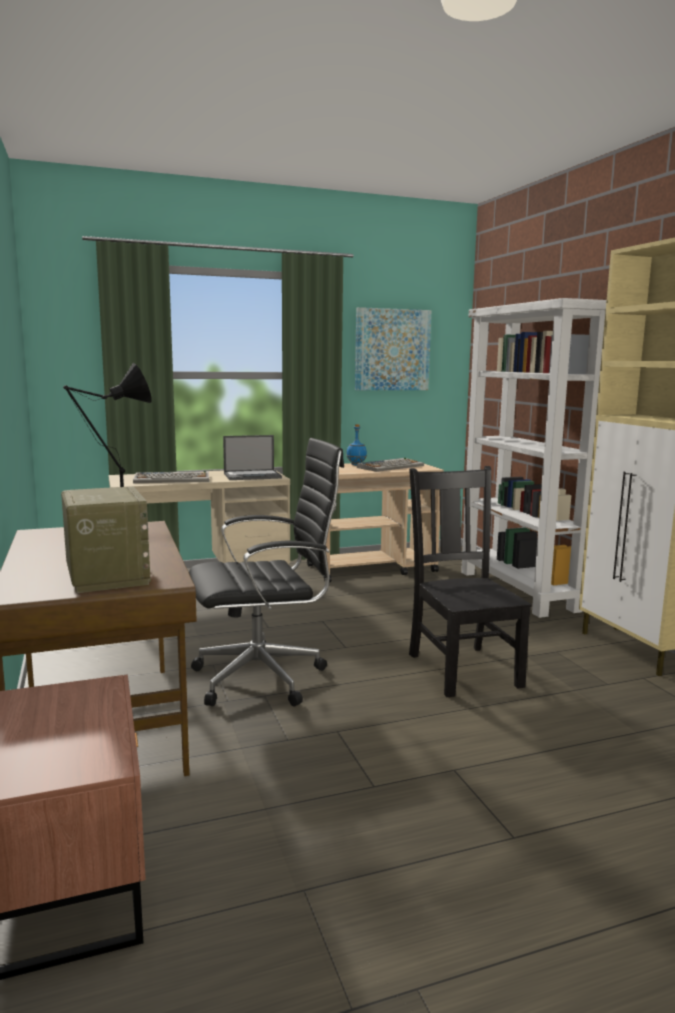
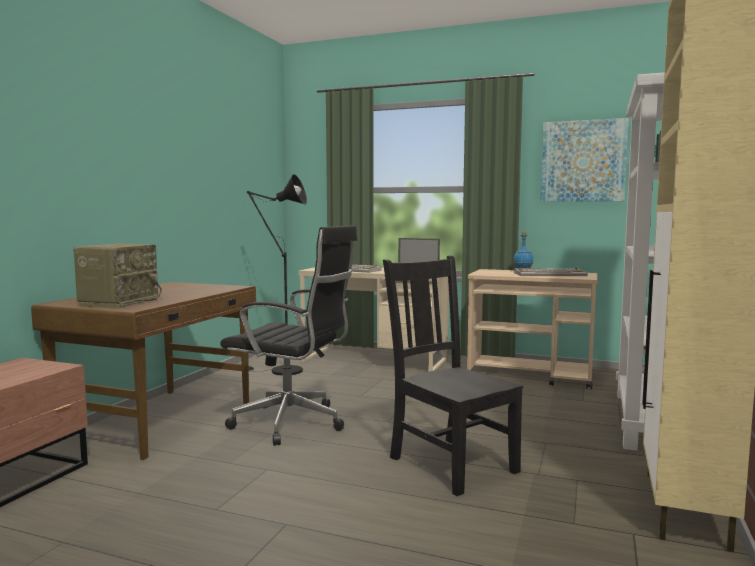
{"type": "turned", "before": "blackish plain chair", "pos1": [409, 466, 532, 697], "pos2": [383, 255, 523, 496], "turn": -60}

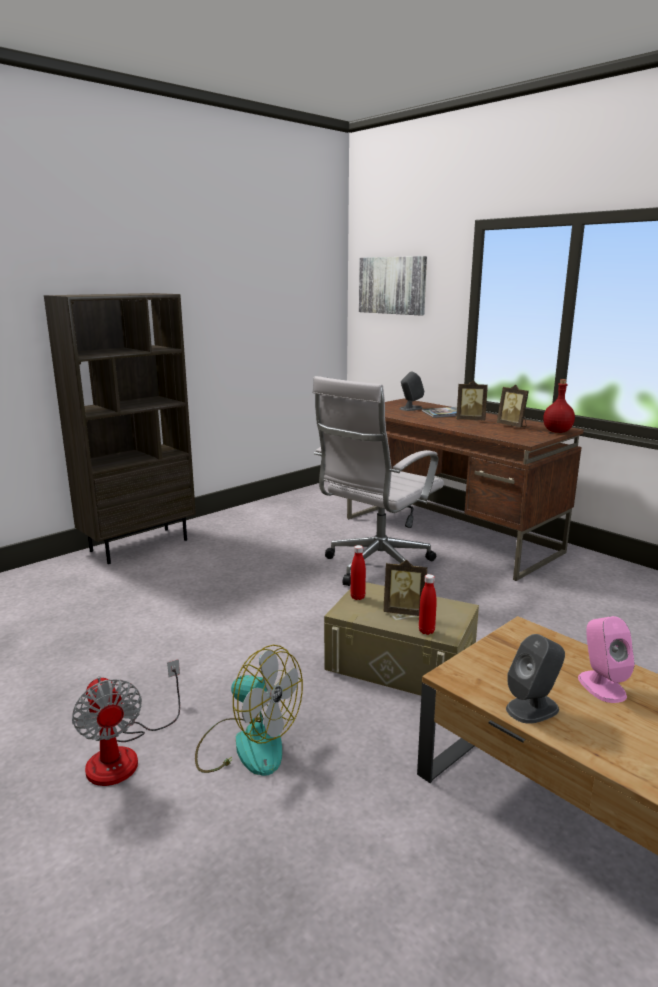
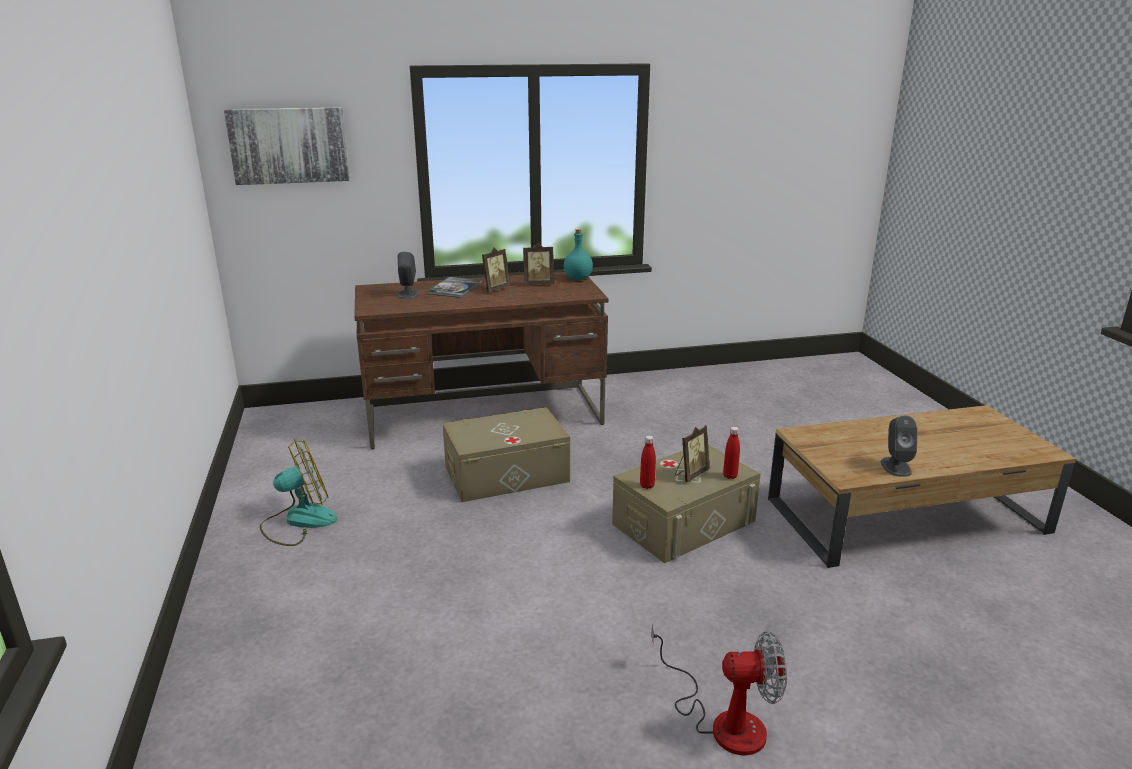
{"type": "removed", "before": "brown bookshelf", "pos1": [44, 293, 196, 564]}
{"type": "removed", "before": "pink loudspeaker", "pos1": [578, 616, 635, 703]}
{"type": "moved", "before": "cooling fan", "pos1": [195, 645, 303, 776], "pos2": [260, 439, 337, 546]}
{"type": "replaced", "before": "white-coloured desk chair", "after": "sand-coloured storage container", "pos1": [312, 376, 444, 586], "pos2": [443, 407, 570, 502]}
{"type": "recoloured", "before": "red drink bottle", "after": "turquoise drink bottle", "pos1": [543, 379, 575, 433], "pos2": [564, 229, 593, 280]}

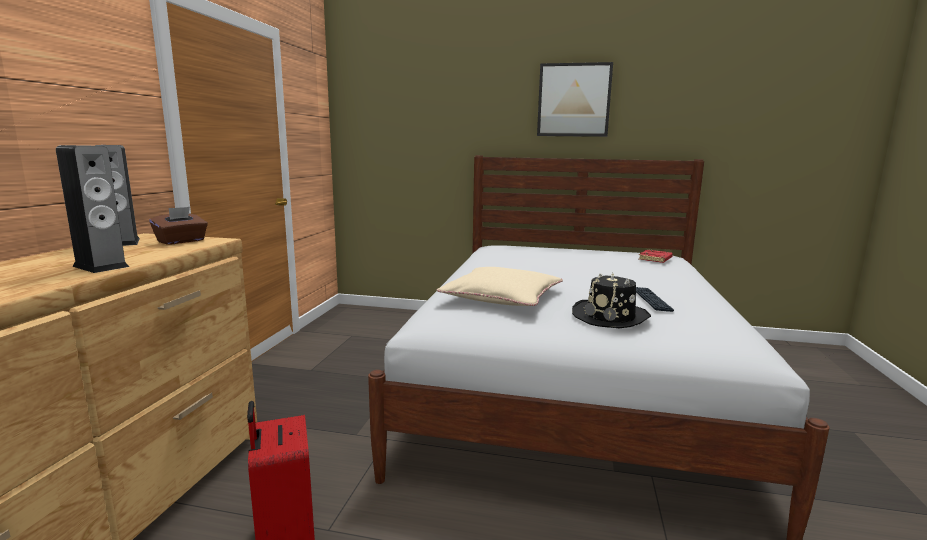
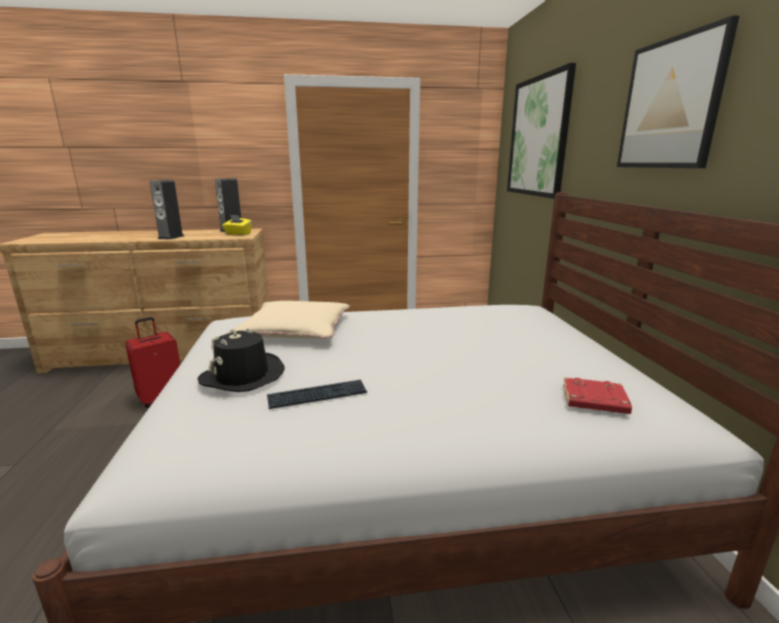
{"type": "added", "after": "wall picture", "pos2": [507, 63, 576, 199]}
{"type": "recoloured", "before": "brown tissue holder", "after": "yellowish tissue holder", "pos1": [149, 207, 208, 245], "pos2": [222, 215, 252, 236]}

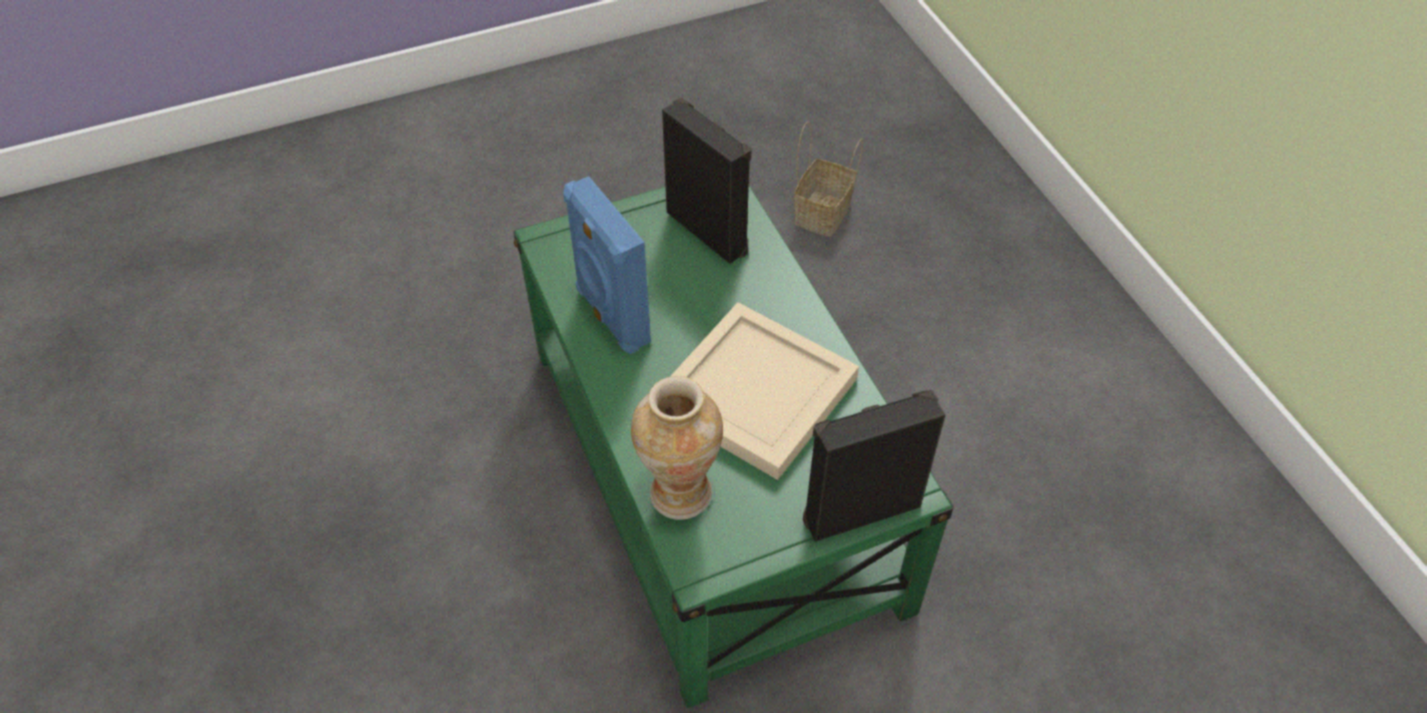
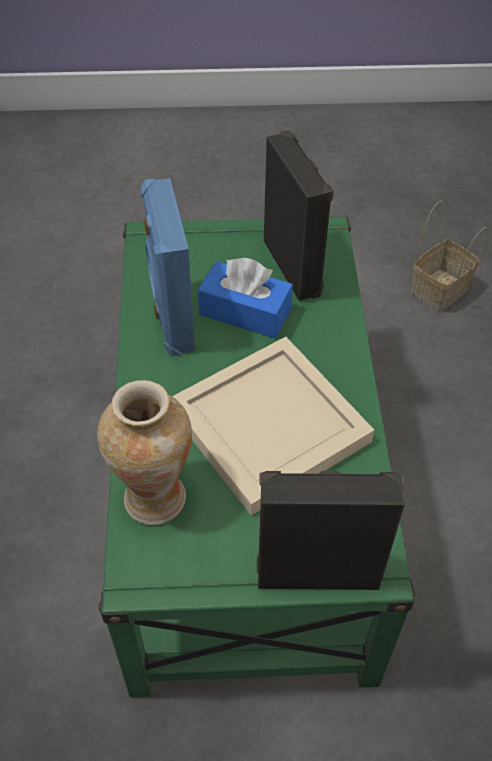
{"type": "added", "after": "bluish tissue holder", "pos2": [198, 258, 293, 338]}

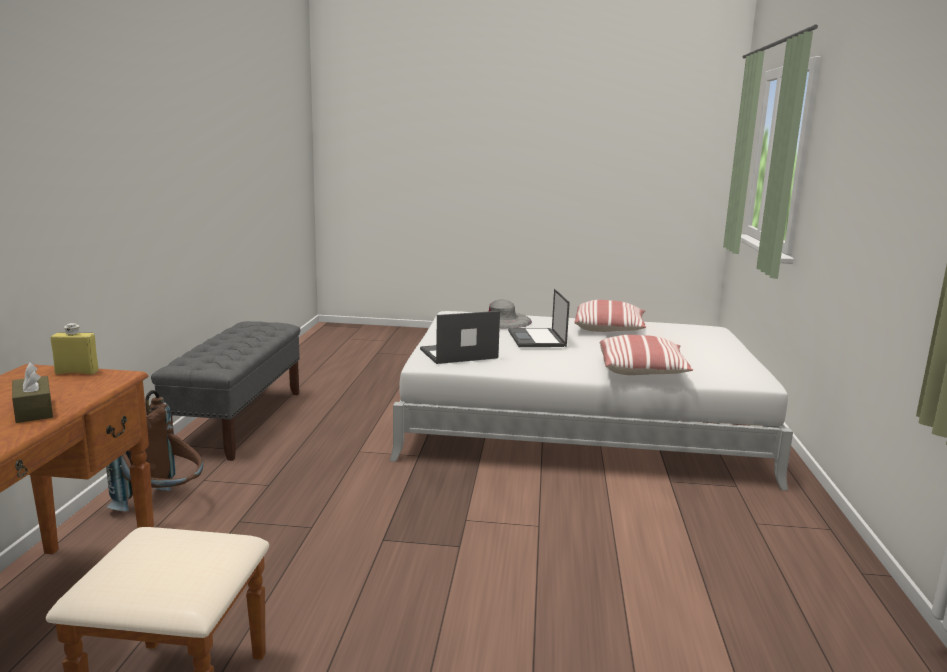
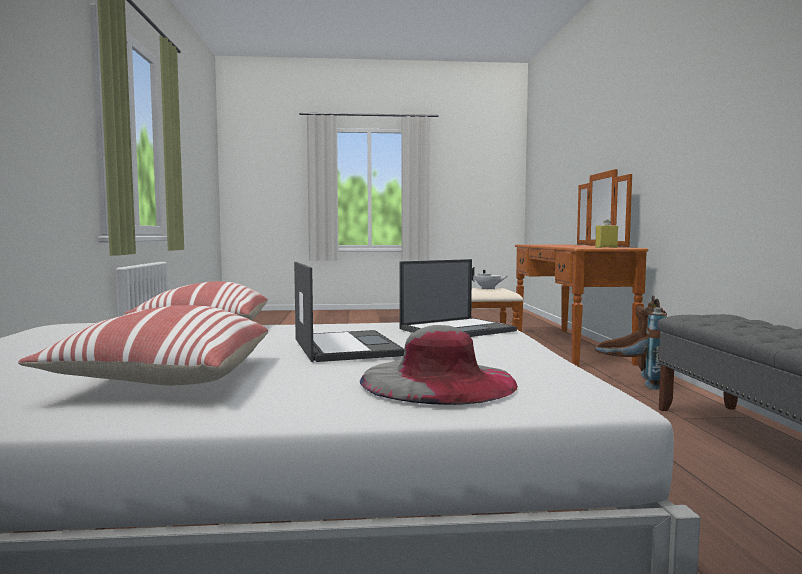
{"type": "removed", "before": "brown tissue holder", "pos1": [12, 362, 53, 423]}
{"type": "added", "after": "white-coloured tea pot", "pos2": [472, 266, 508, 290]}

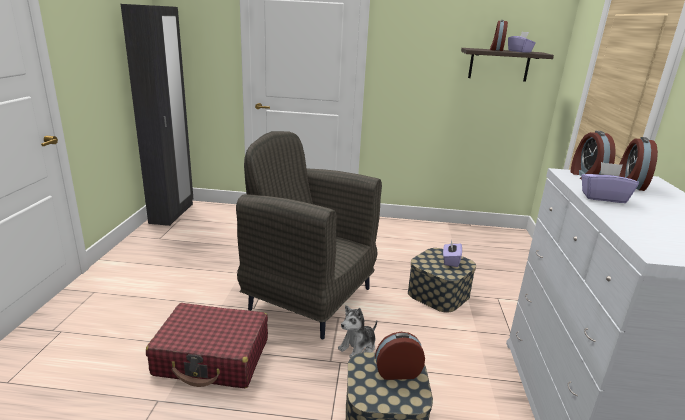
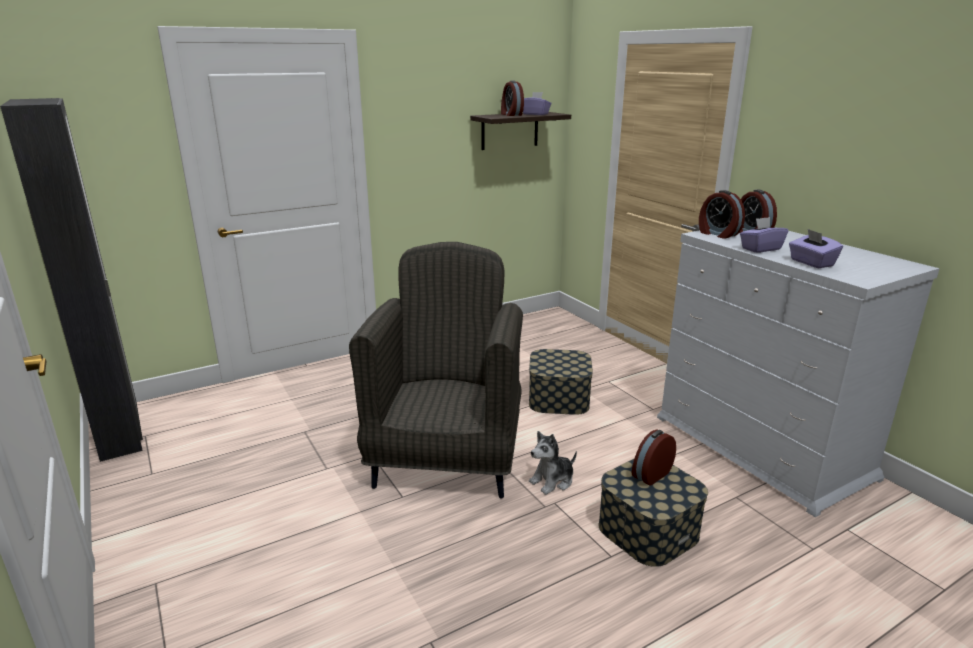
{"type": "removed", "before": "red suitcase", "pos1": [146, 303, 268, 388]}
{"type": "moved", "before": "purplish tissue holder", "pos1": [443, 240, 462, 267], "pos2": [789, 229, 843, 268]}
{"type": "turned", "before": "grey lounge chair", "pos1": [236, 131, 382, 339], "pos2": [349, 242, 523, 499], "turn": 105}
{"type": "turned", "before": "plush toy", "pos1": [338, 305, 377, 358], "pos2": [529, 431, 577, 495], "turn": 45}

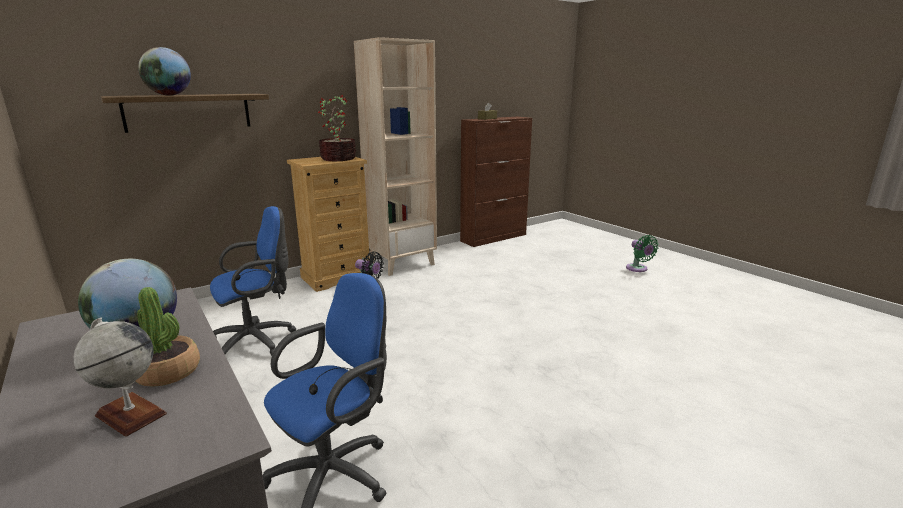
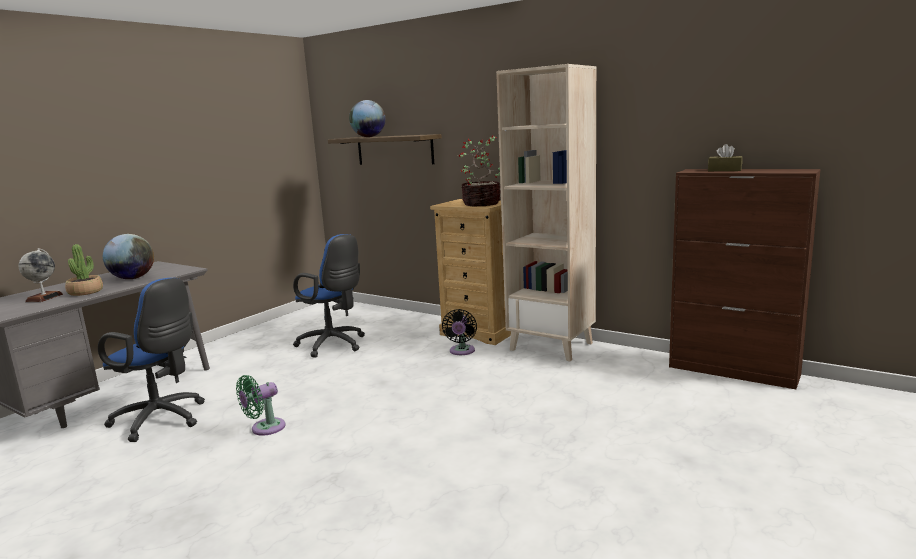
{"type": "moved", "before": "green-coloured cooling fan", "pos1": [626, 235, 659, 272], "pos2": [236, 375, 285, 436]}

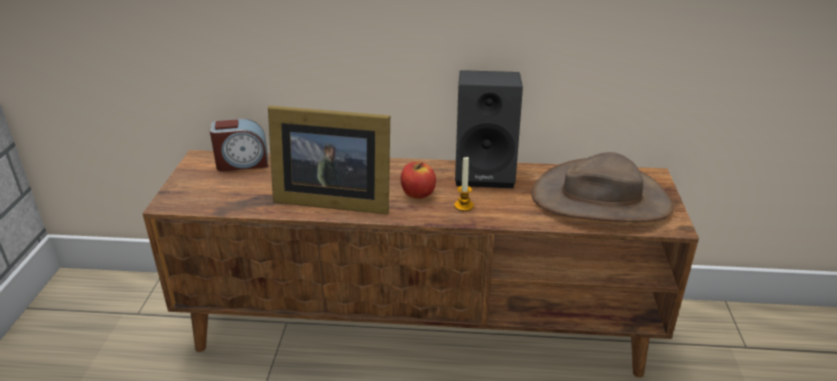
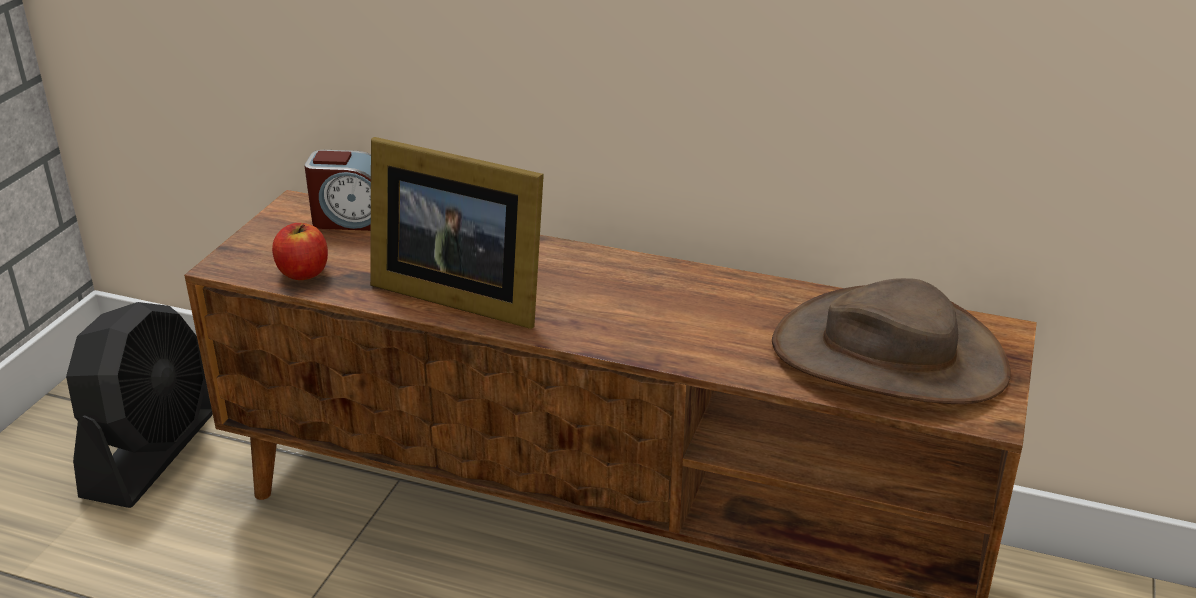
{"type": "removed", "before": "candle", "pos1": [454, 157, 474, 211]}
{"type": "removed", "before": "blackish loudspeaker", "pos1": [455, 70, 523, 188]}
{"type": "added", "after": "blackish cooling fan", "pos2": [66, 302, 213, 508]}
{"type": "moved", "before": "apple fruit", "pos1": [401, 162, 436, 199], "pos2": [272, 223, 328, 280]}

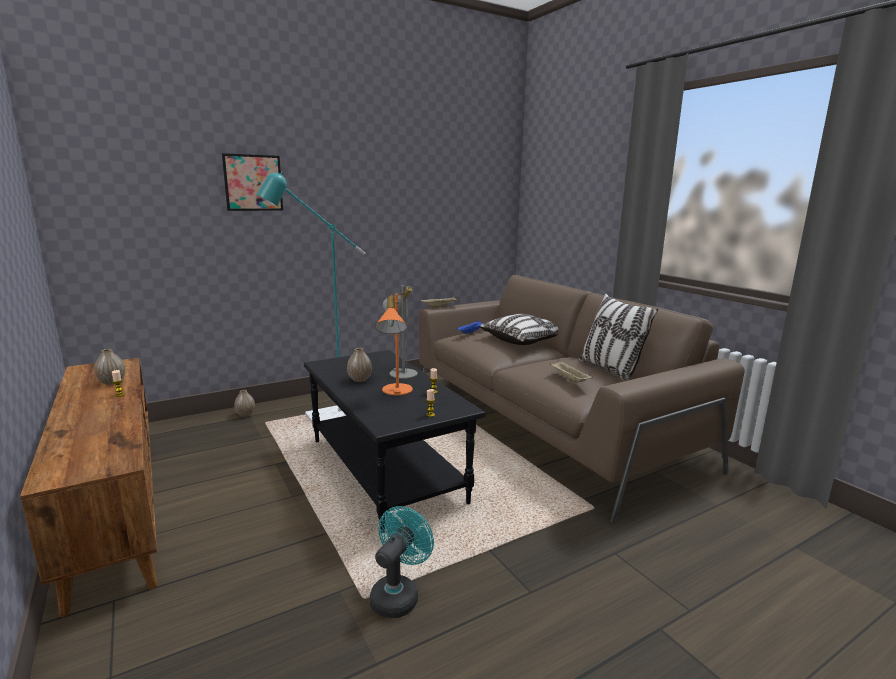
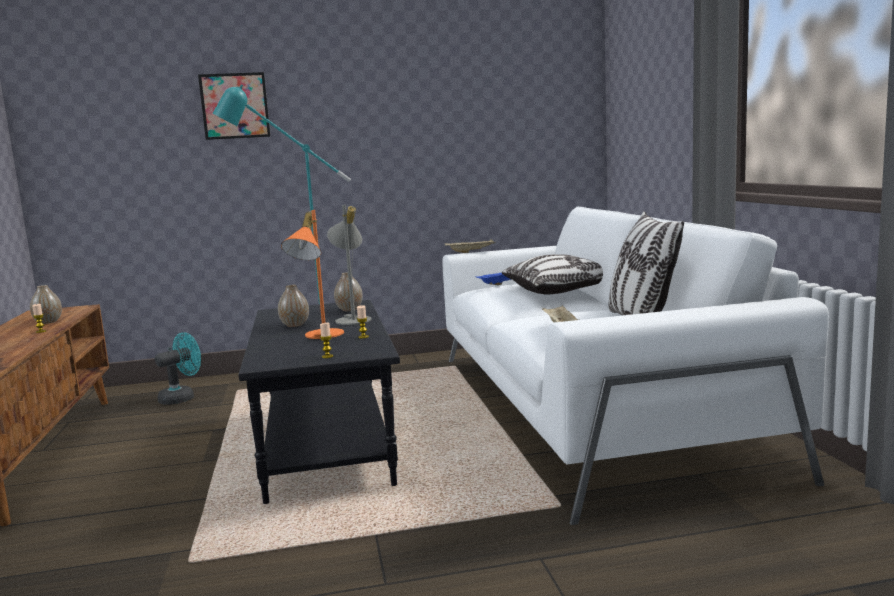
{"type": "moved", "before": "vase", "pos1": [234, 390, 255, 417], "pos2": [334, 272, 363, 311]}
{"type": "moved", "before": "turquoise cooling fan", "pos1": [370, 506, 434, 618], "pos2": [155, 332, 201, 405]}
{"type": "recoloured", "before": "brown sofa", "after": "white-coloured sofa", "pos1": [419, 275, 744, 523], "pos2": [442, 207, 829, 525]}

